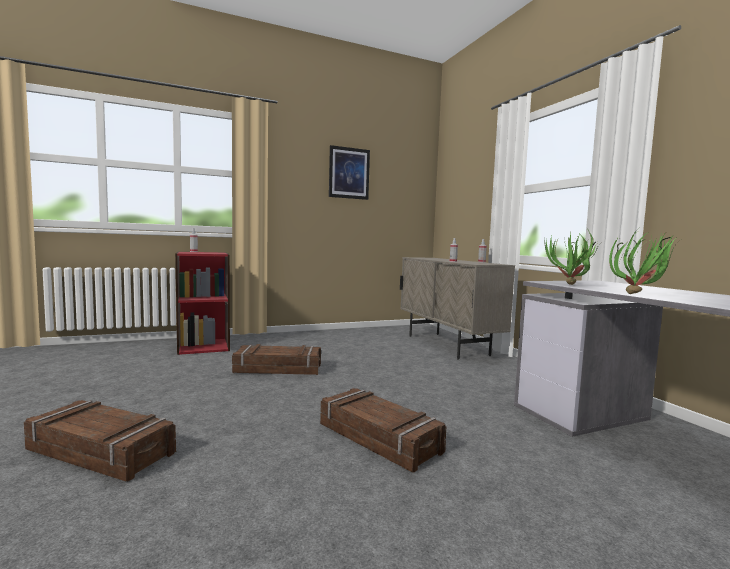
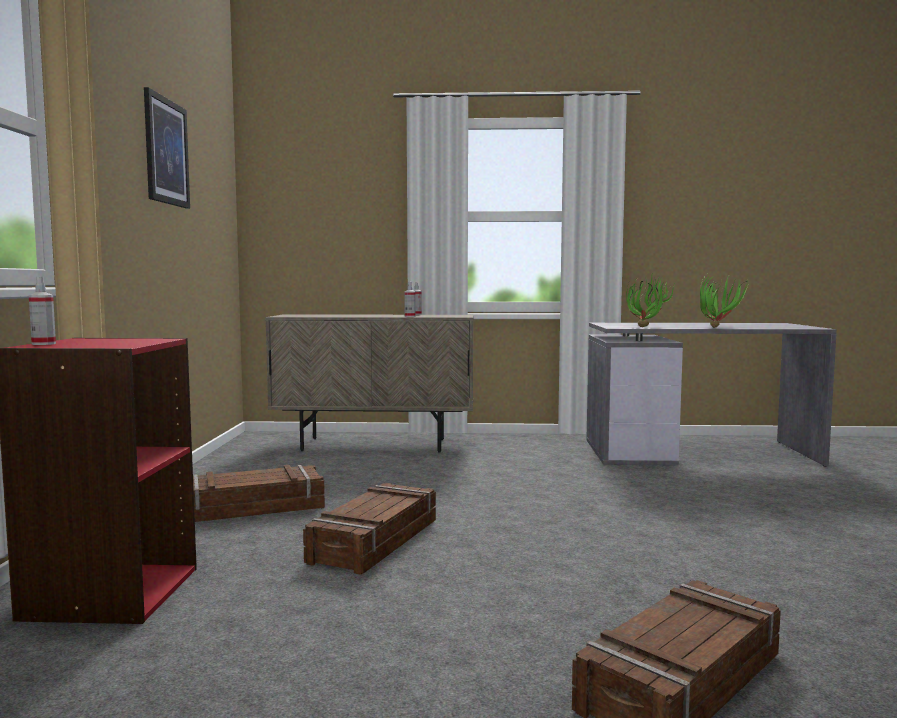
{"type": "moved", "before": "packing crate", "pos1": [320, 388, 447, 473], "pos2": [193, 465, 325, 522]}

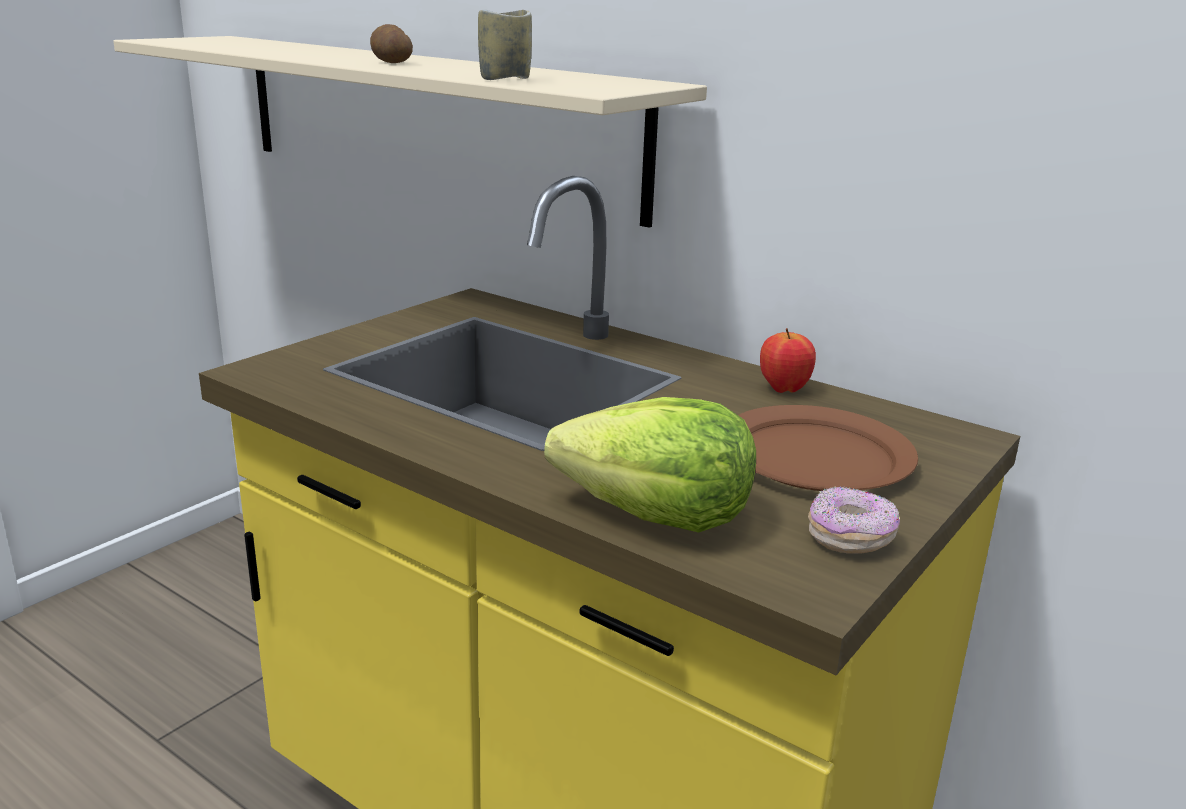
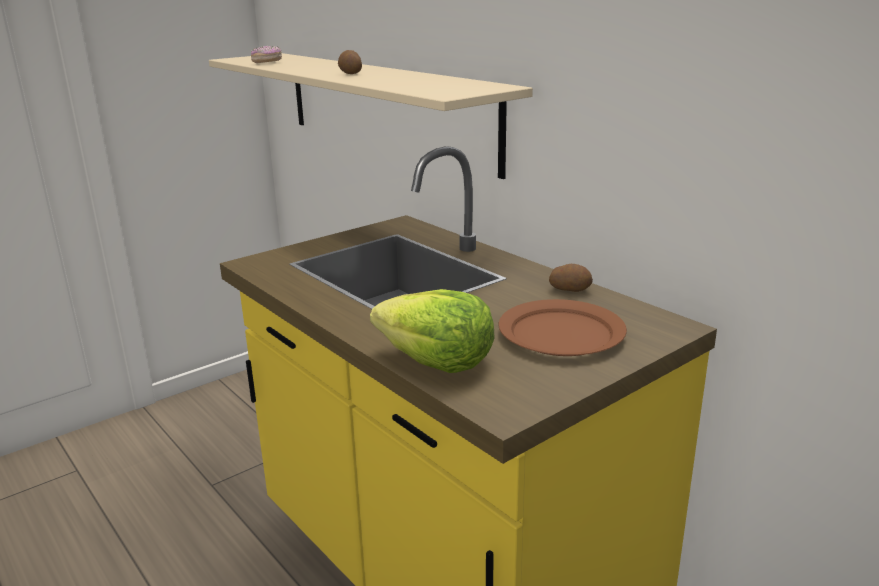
{"type": "removed", "before": "drinking cup", "pos1": [478, 10, 532, 80]}
{"type": "moved", "before": "doughnut", "pos1": [808, 487, 900, 554], "pos2": [251, 46, 282, 63]}
{"type": "replaced", "before": "apple fruit", "after": "potato", "pos1": [760, 328, 816, 393], "pos2": [549, 264, 593, 292]}

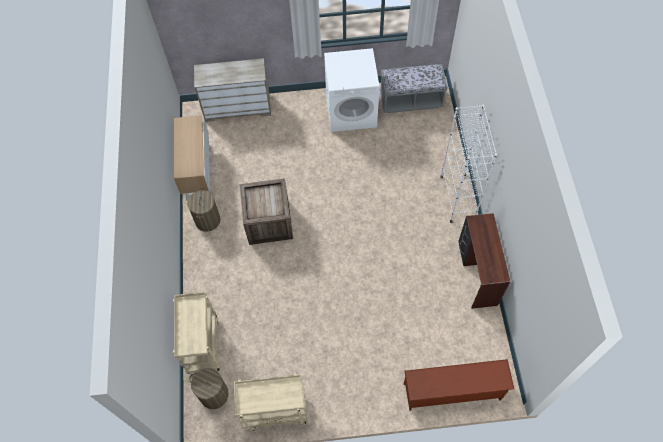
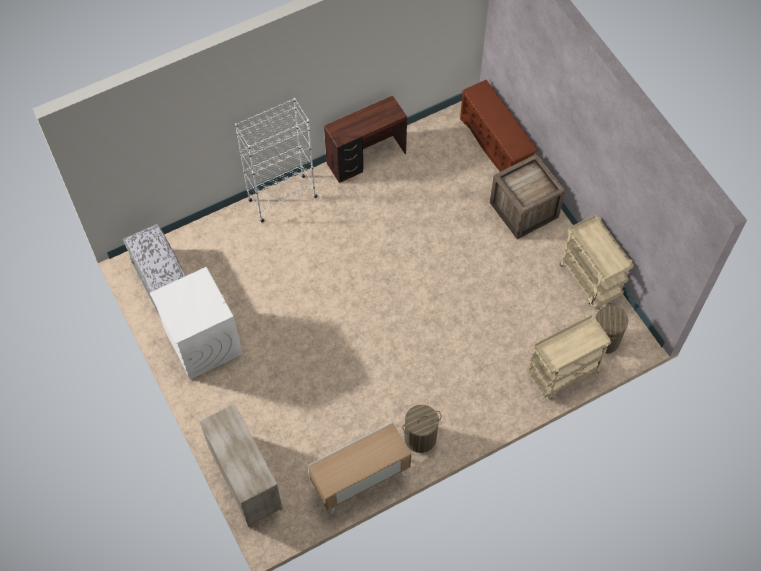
{"type": "moved", "before": "packing crate", "pos1": [240, 178, 293, 245], "pos2": [490, 154, 565, 239]}

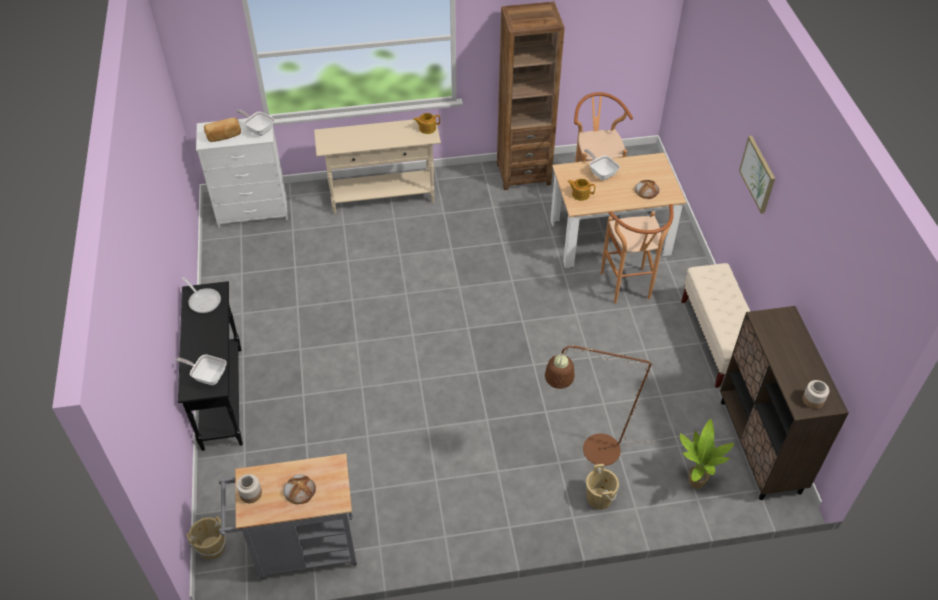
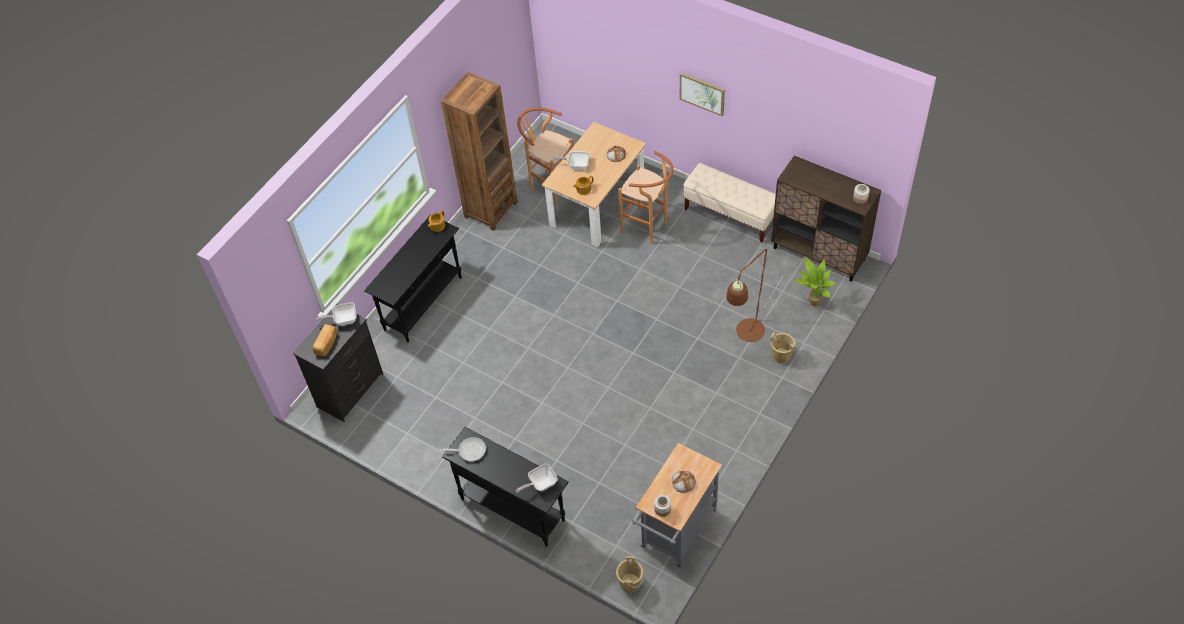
{"type": "recoloured", "before": "white-coloured dresser", "after": "blackish dresser", "pos1": [196, 116, 288, 228], "pos2": [293, 304, 383, 422]}
{"type": "recoloured", "before": "sand-coloured console table", "after": "blackish console table", "pos1": [314, 120, 441, 214], "pos2": [364, 215, 462, 342]}

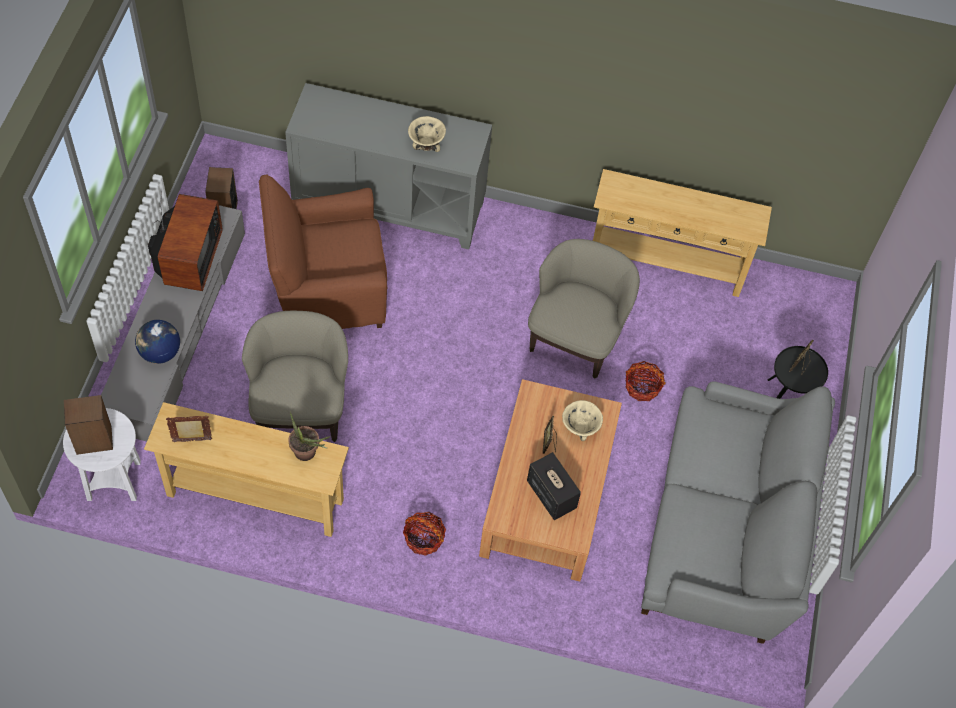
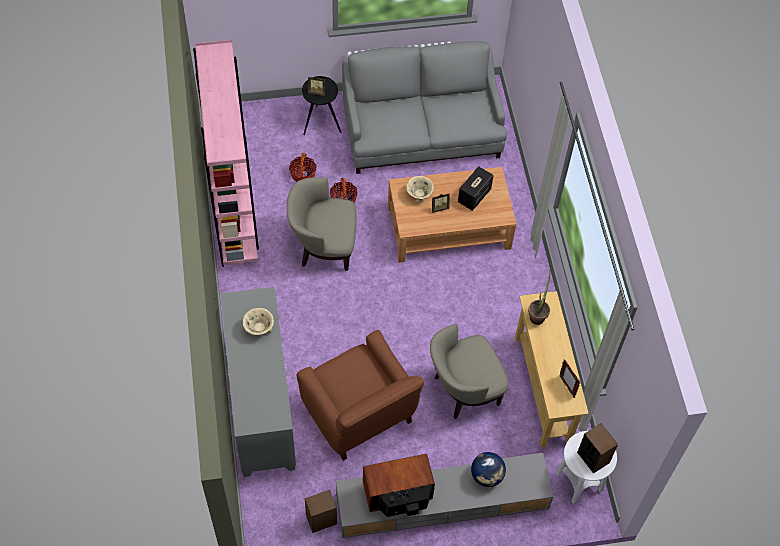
{"type": "moved", "before": "household basket", "pos1": [403, 512, 446, 556], "pos2": [289, 153, 317, 182]}
{"type": "replaced", "before": "sand-coloured console table", "after": "pink bookshelf", "pos1": [593, 169, 772, 297], "pos2": [193, 39, 259, 267]}

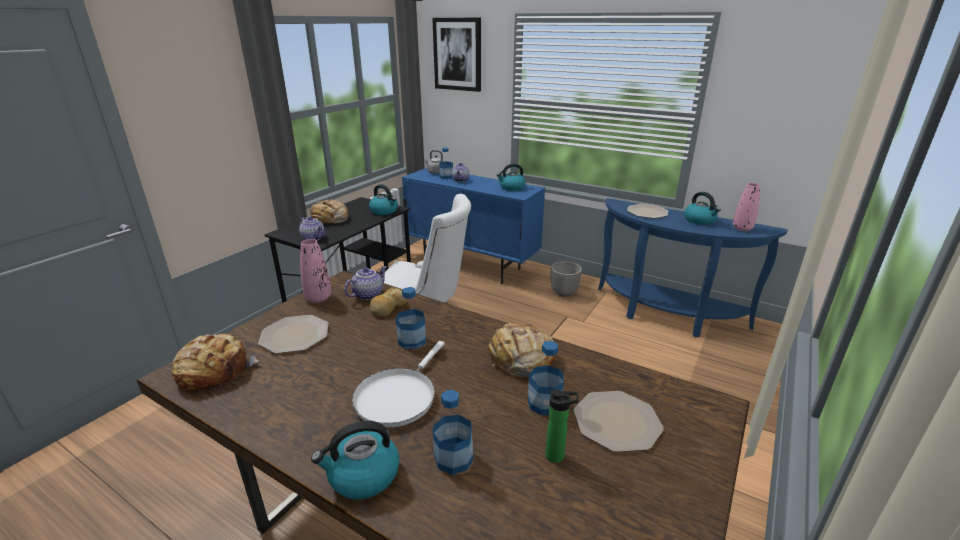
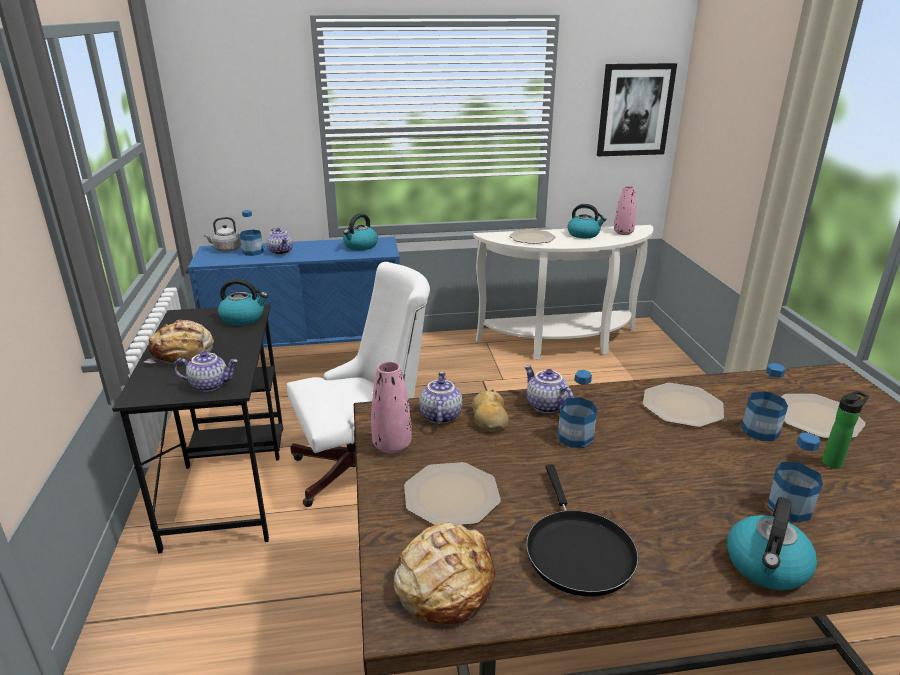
{"type": "removed", "before": "white-coloured pan", "pos1": [352, 341, 445, 427]}
{"type": "removed", "before": "flower pot", "pos1": [550, 261, 582, 297]}
{"type": "added", "after": "tea pot", "pos2": [524, 365, 574, 413]}
{"type": "added", "after": "blackish pan", "pos2": [526, 464, 639, 597]}
{"type": "moved", "before": "wall picture", "pos1": [432, 18, 481, 92], "pos2": [597, 63, 677, 156]}
{"type": "replaced", "before": "bread", "after": "plate", "pos1": [488, 323, 555, 378], "pos2": [643, 383, 724, 427]}
{"type": "recoloured", "before": "bluish console table", "after": "white-coloured console table", "pos1": [598, 198, 788, 337], "pos2": [473, 225, 653, 360]}

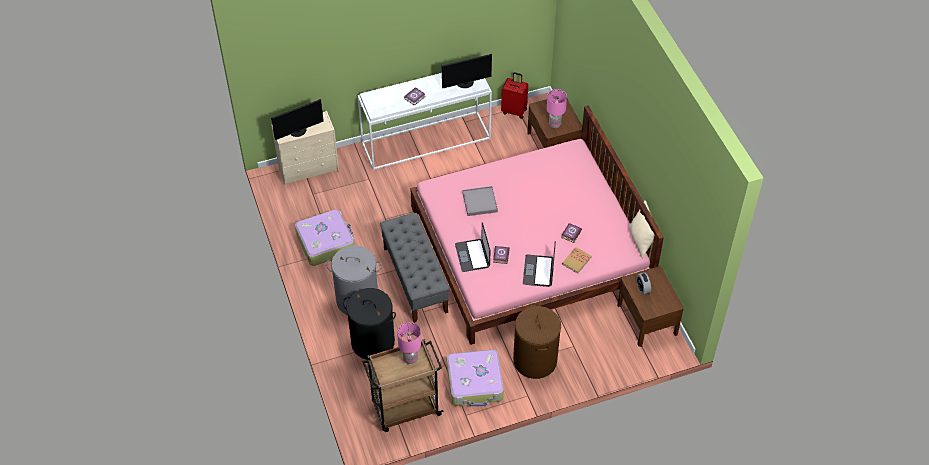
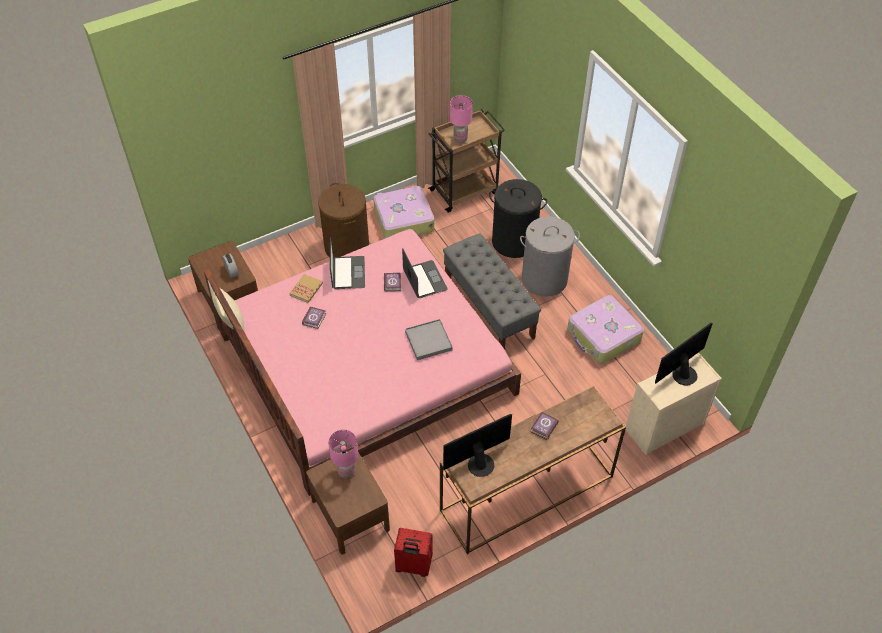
{"type": "recoloured", "before": "white-coloured console table", "after": "brown console table", "pos1": [357, 73, 492, 171], "pos2": [440, 386, 626, 554]}

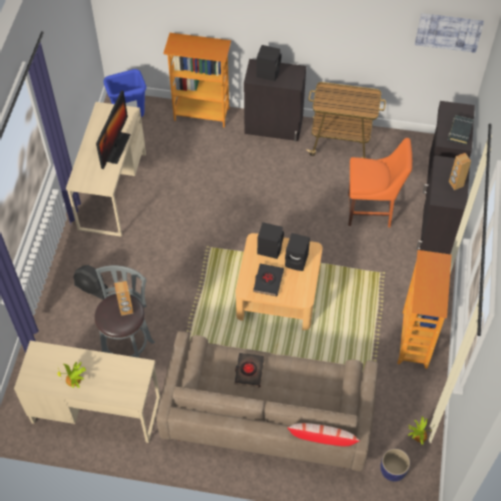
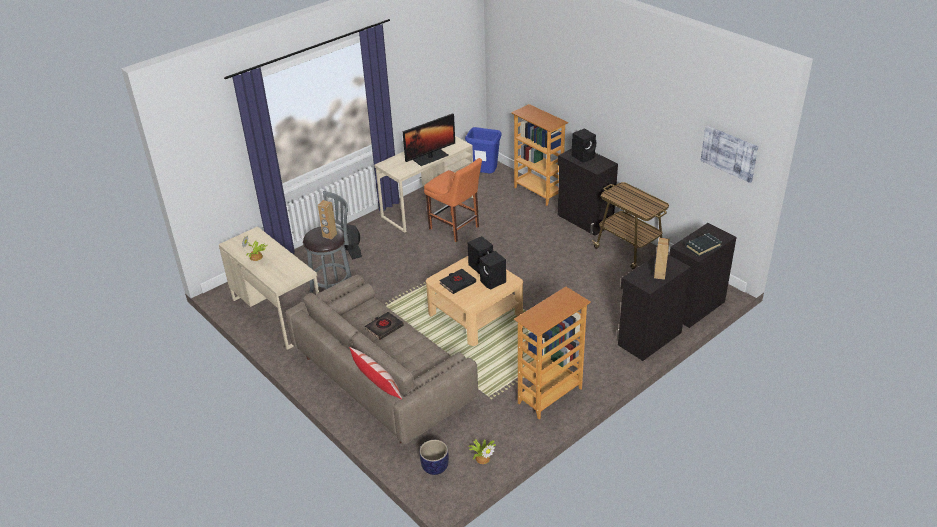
{"type": "moved", "before": "orangey plain chair", "pos1": [348, 138, 412, 227], "pos2": [424, 158, 482, 242]}

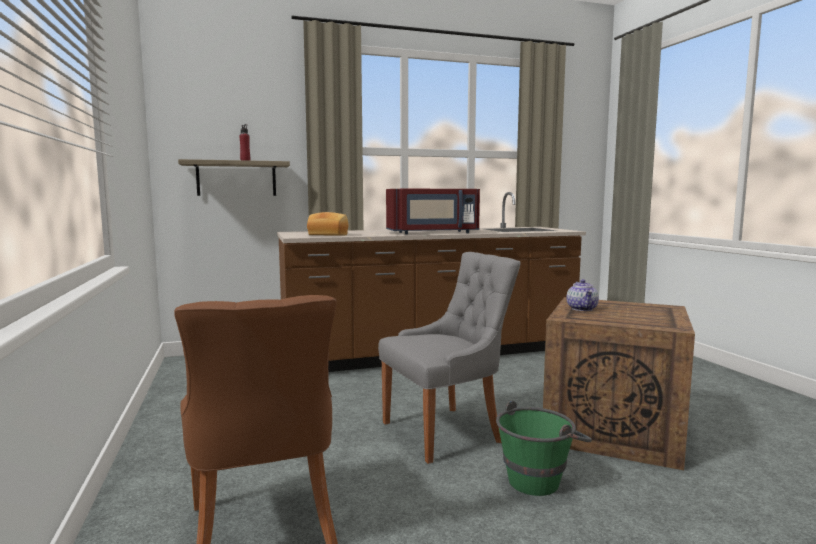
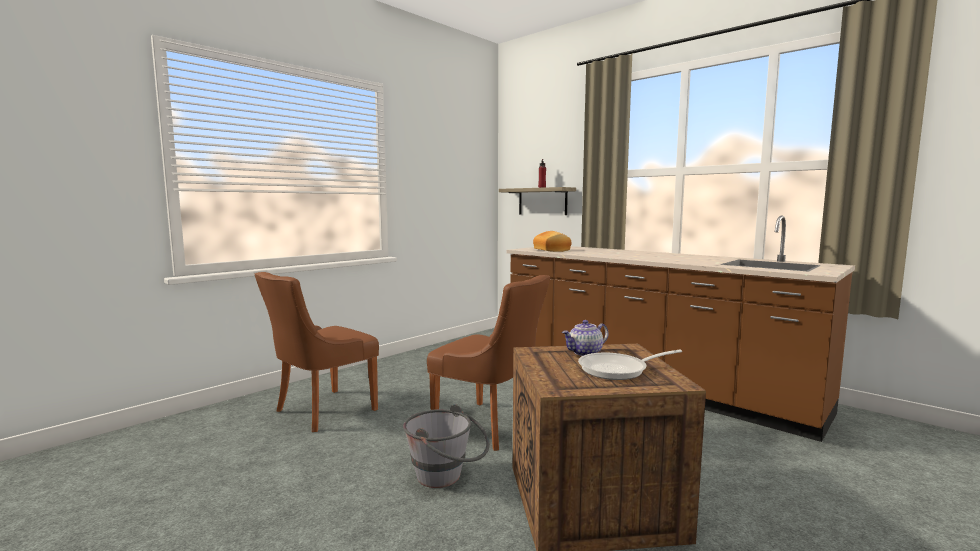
{"type": "removed", "before": "red microwave oven", "pos1": [386, 189, 480, 234]}
{"type": "added", "after": "pan", "pos2": [578, 350, 682, 380]}
{"type": "recoloured", "before": "grey plain chair", "after": "brown plain chair", "pos1": [378, 252, 521, 464], "pos2": [427, 275, 550, 451]}
{"type": "recoloured", "before": "green-coloured bucket", "after": "grey bucket", "pos1": [496, 401, 592, 496], "pos2": [403, 404, 490, 488]}

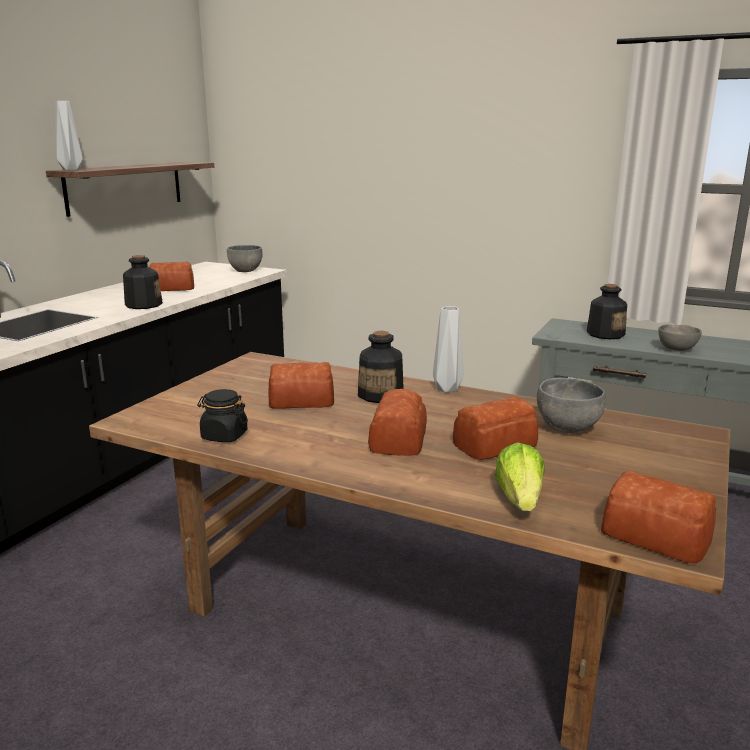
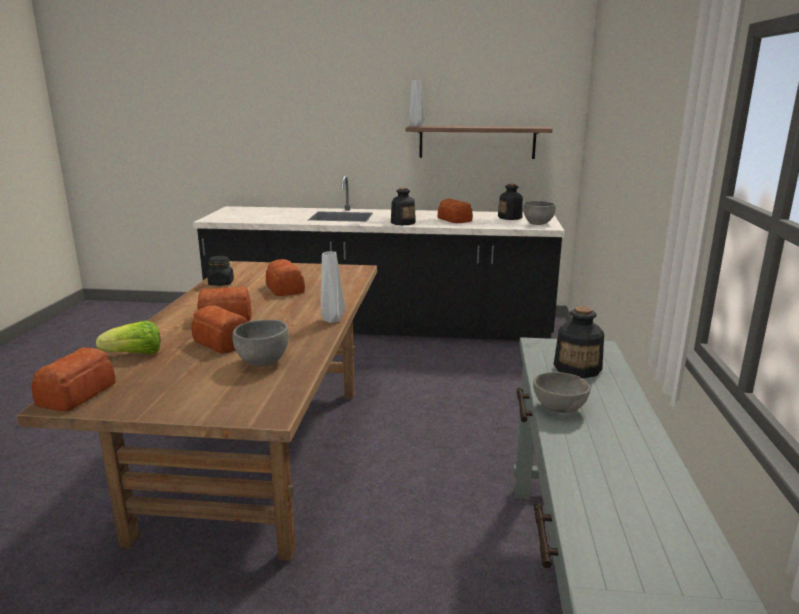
{"type": "moved", "before": "drink bottle", "pos1": [358, 331, 404, 403], "pos2": [498, 184, 523, 220]}

